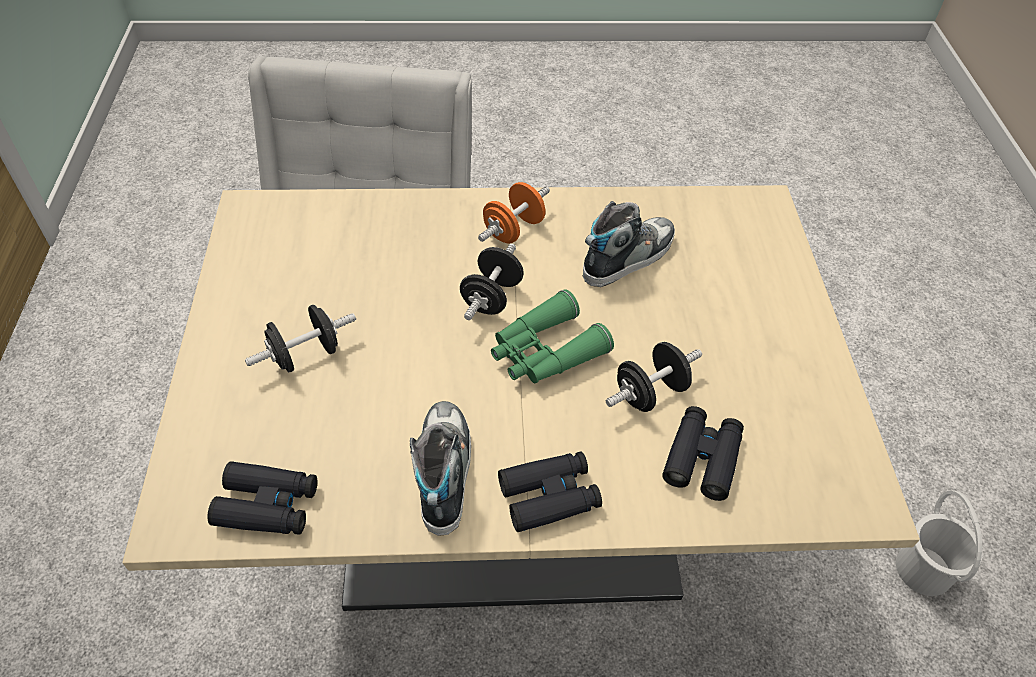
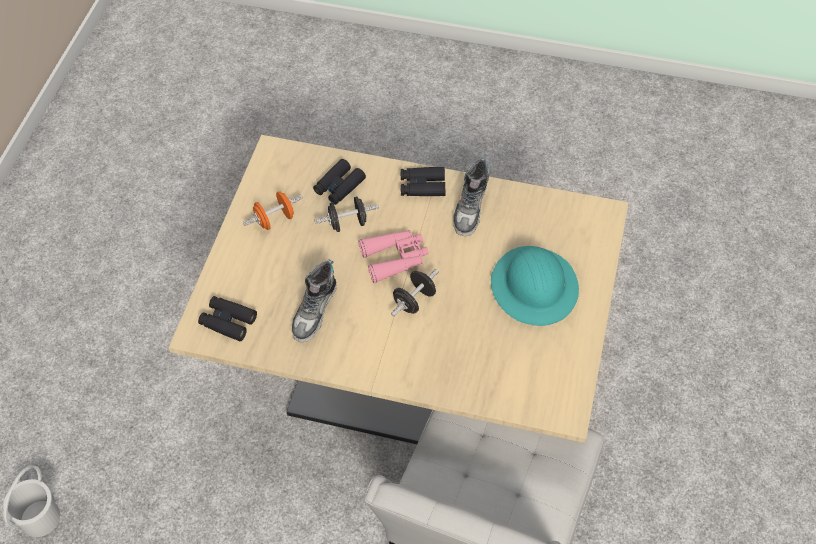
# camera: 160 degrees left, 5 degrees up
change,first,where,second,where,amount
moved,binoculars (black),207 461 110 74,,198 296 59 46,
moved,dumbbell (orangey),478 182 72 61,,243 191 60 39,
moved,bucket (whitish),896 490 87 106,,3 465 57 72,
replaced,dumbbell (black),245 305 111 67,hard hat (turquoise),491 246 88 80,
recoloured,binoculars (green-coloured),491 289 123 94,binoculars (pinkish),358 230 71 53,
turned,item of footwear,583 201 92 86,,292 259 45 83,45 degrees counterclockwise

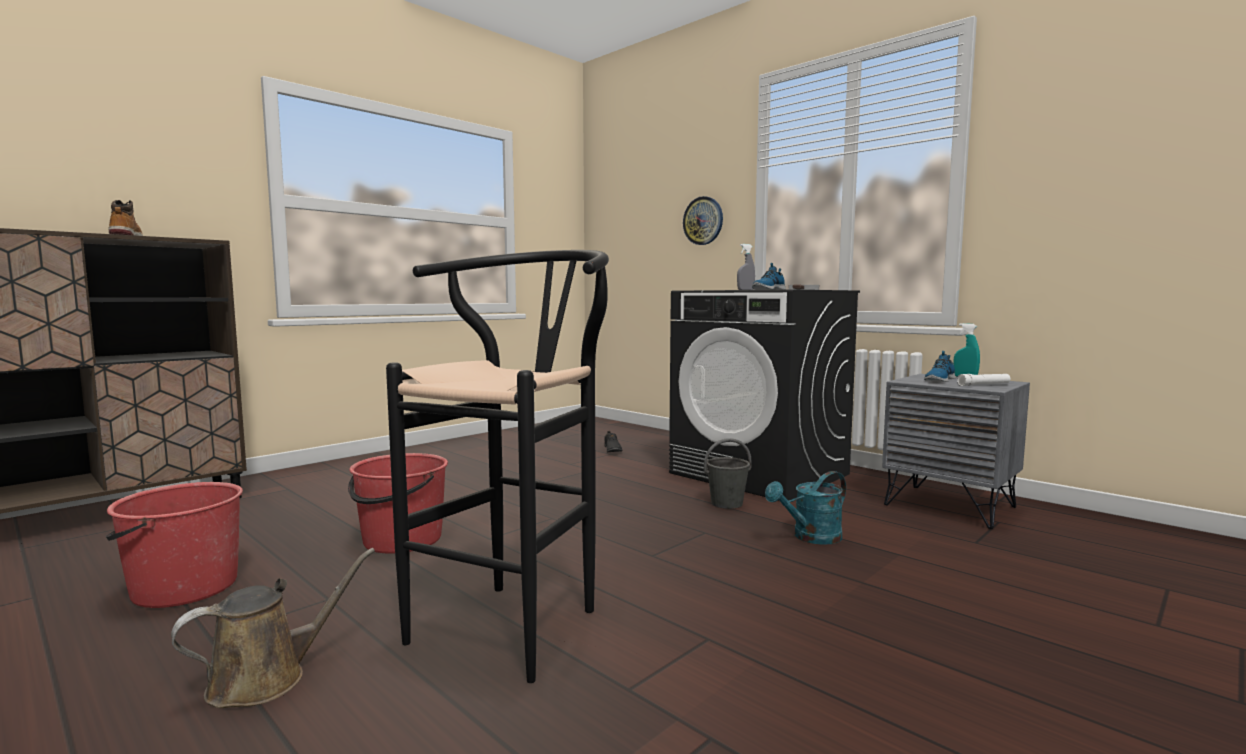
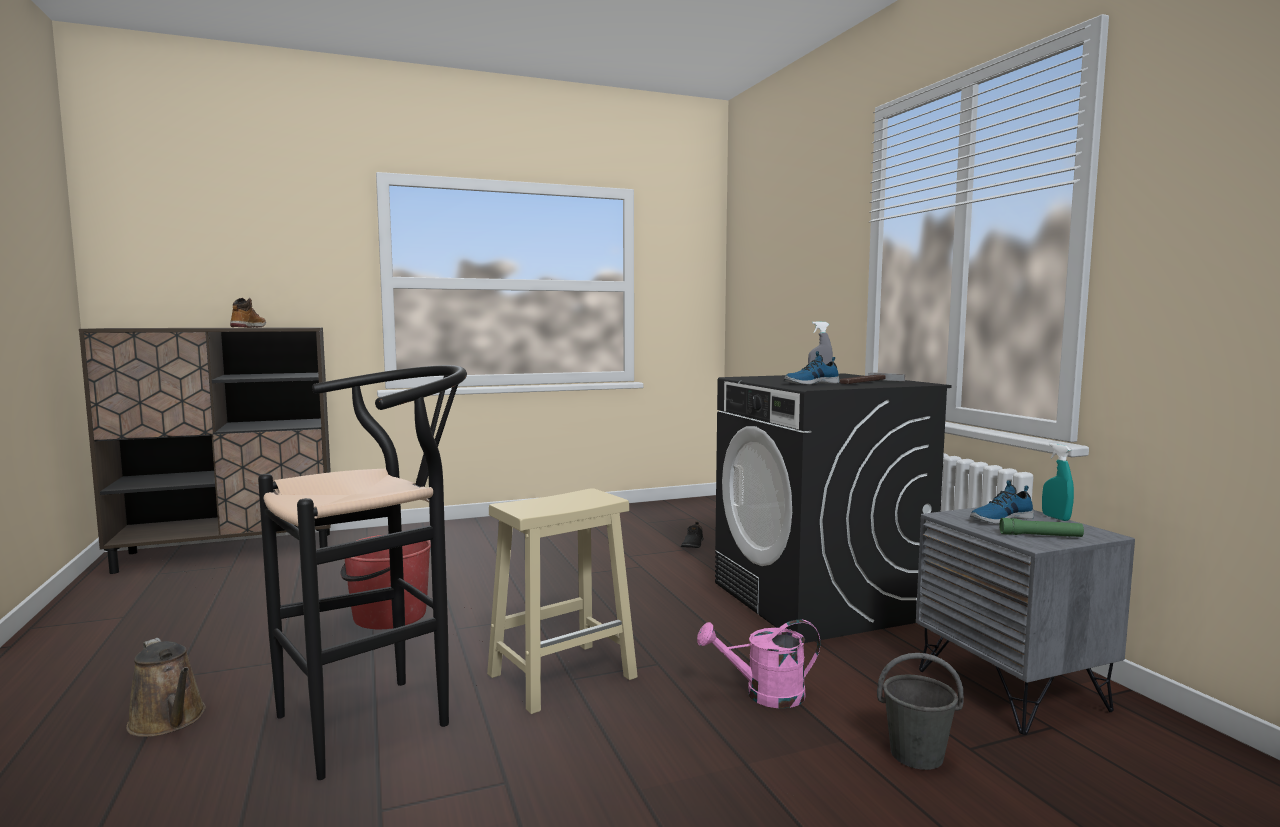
# camera: 25 degrees right, 0 degrees up
change,first,where,second,where,amount
removed,bucket (red),106 482 137 126,,,
removed,clock on the wall,683 196 40 49,,,
added,,,sitting stool (beige-coloured),487 488 151 226,
moved,bucket (grey),704 438 48 71,,877 653 87 117,
recoloured,watering pot (turquoise),765 471 81 74,watering pot (pinkish),697 619 123 89,
recoloured,hand torch (whitish),957 374 53 12,hand torch (green-coloured),999 518 85 19,
turned,watering pot (brown-coloured),171 548 204 160,,126 638 80 99,60 degrees clockwise

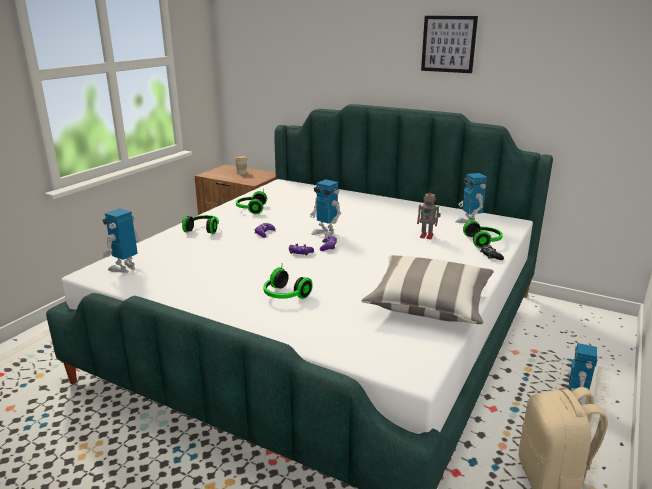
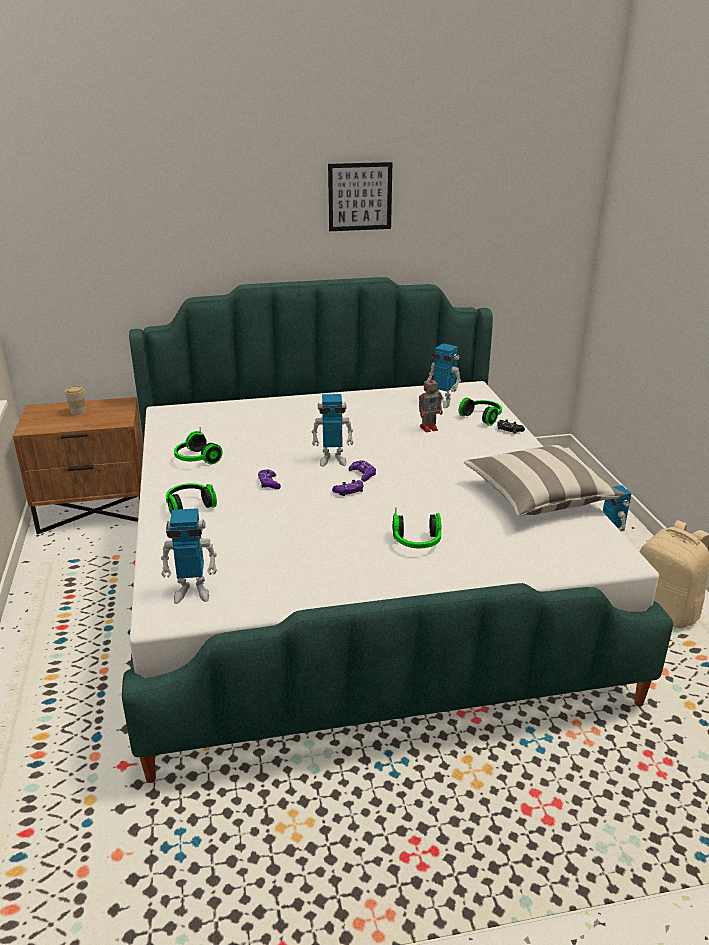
# camera: 40 degrees left, 5 degrees up
change,first,where,second,where,amount
turned,robot figure,103 208 37 65,,161 508 56 96,90 degrees counterclockwise

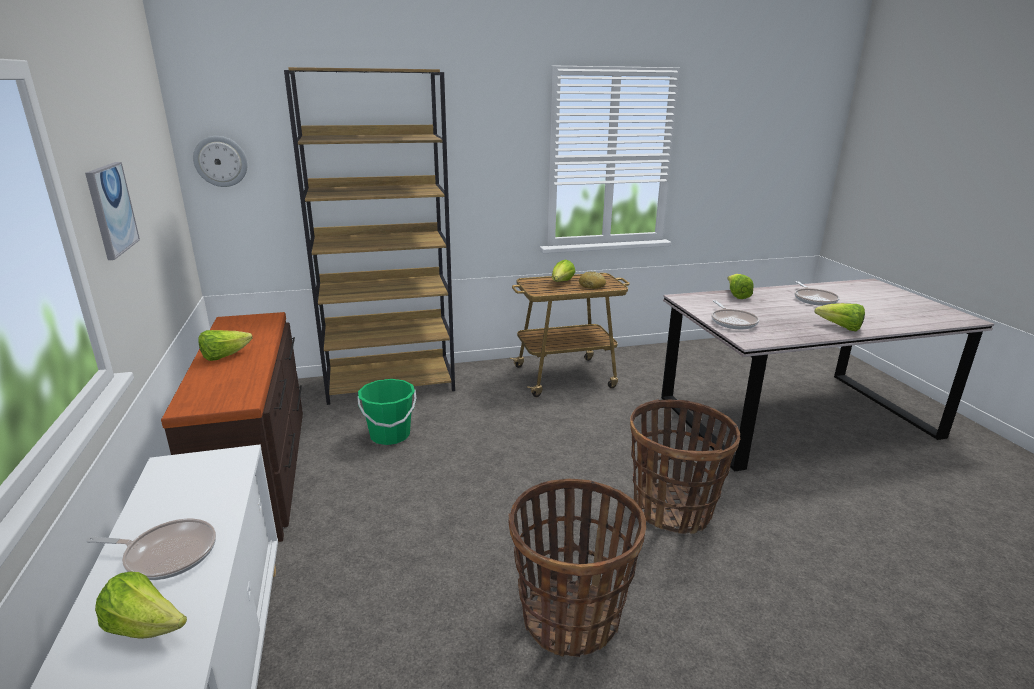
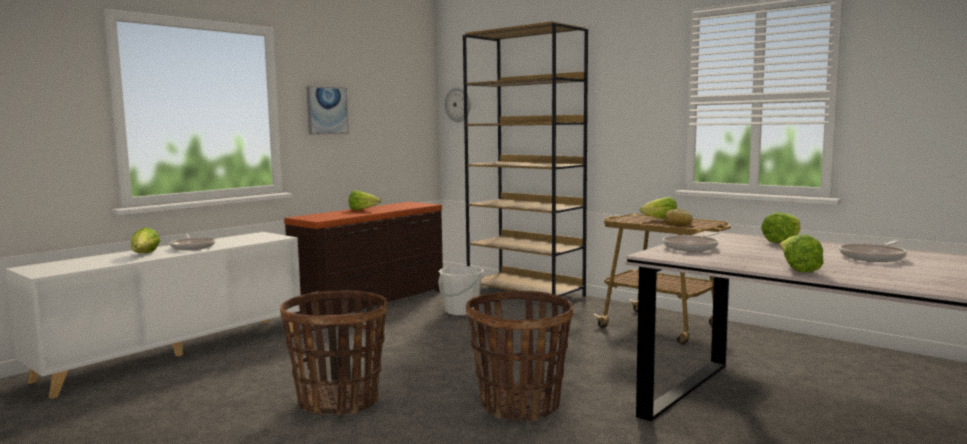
# camera: 55 degrees right, 15 degrees down
change,first,where,second,where,amount
recoloured,bucket (green-coloured),357 379 59 66,bucket (whitish),438 266 46 50,

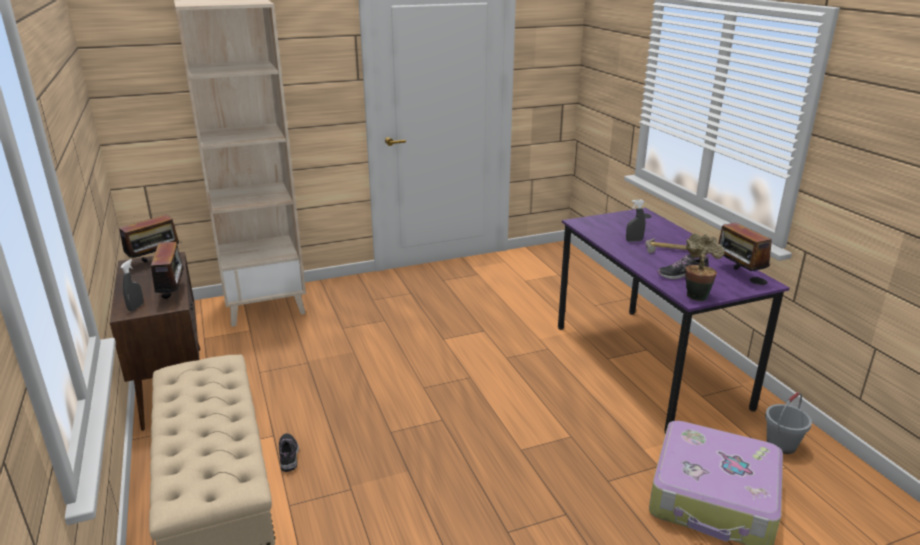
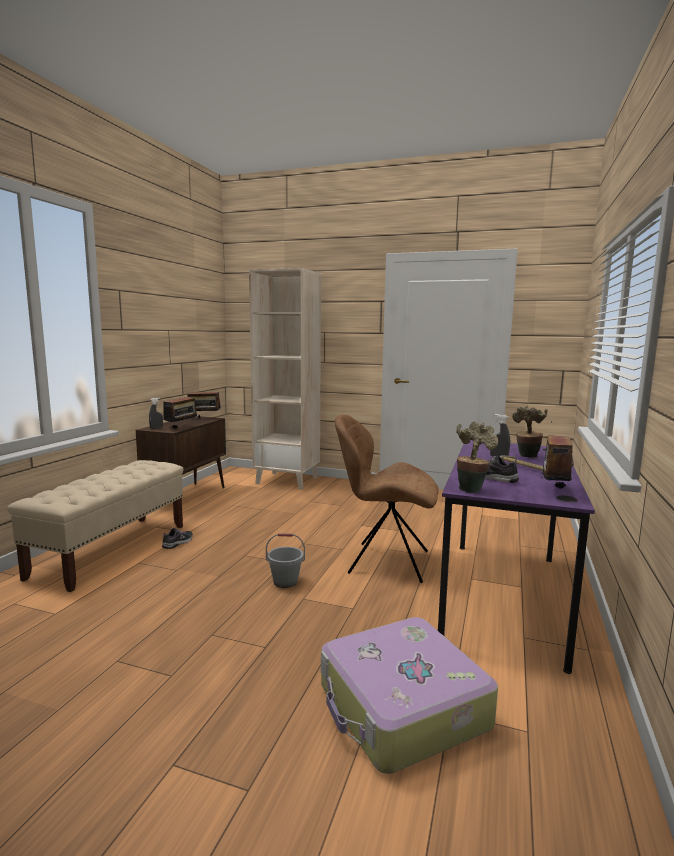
# camera: 40 degrees right, 15 degrees down
change,first,where,second,where,amount
added,,,chair (brown-coloured),335 415 104 168,
added,,,potted plant,512 405 36 53,
moved,bucket (grey),765 392 47 62,,266 534 39 54,

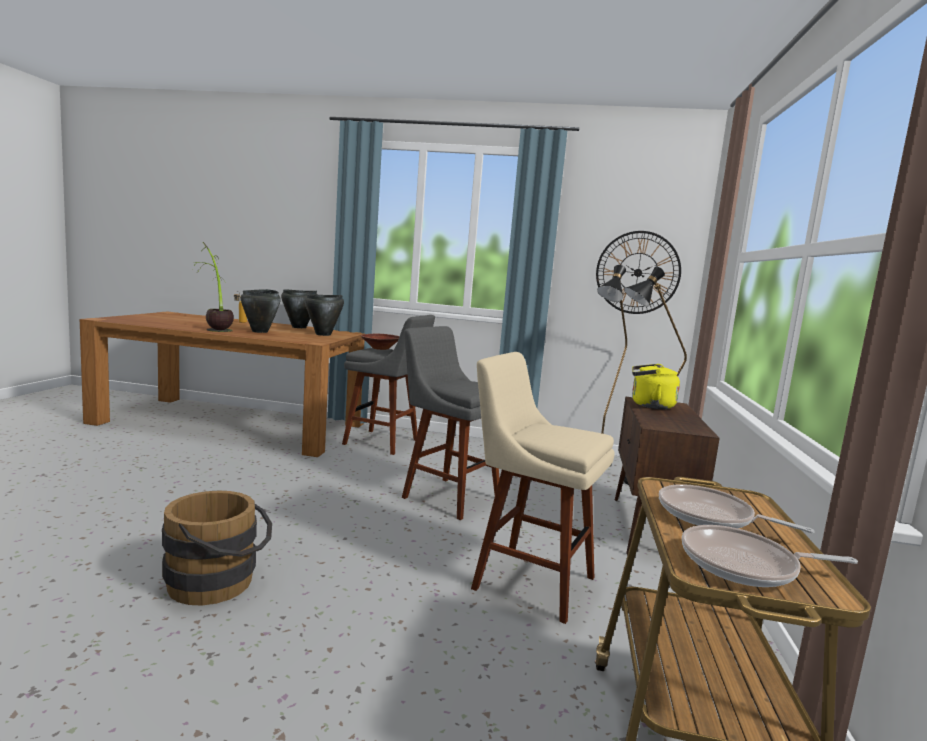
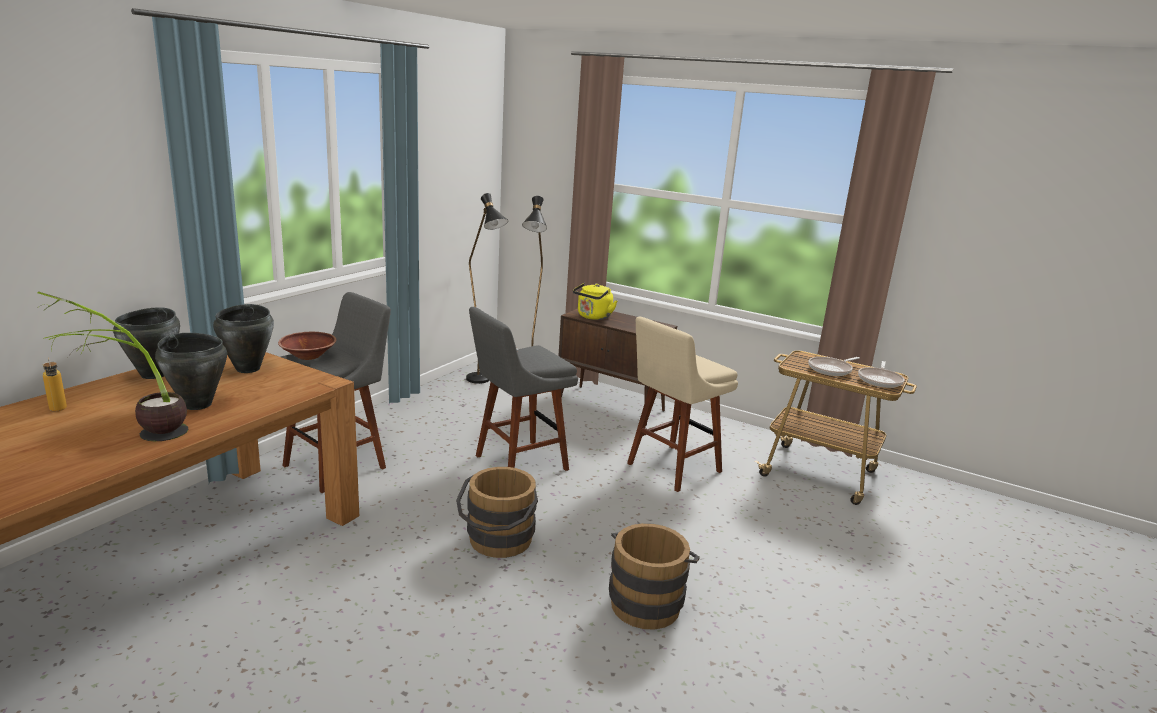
# camera: 70 degrees left, 10 degrees up
change,first,where,second,where,amount
removed,clock on the wall,596 231 85 83,,,
added,,,bucket (brown-coloured),456 467 82 91,

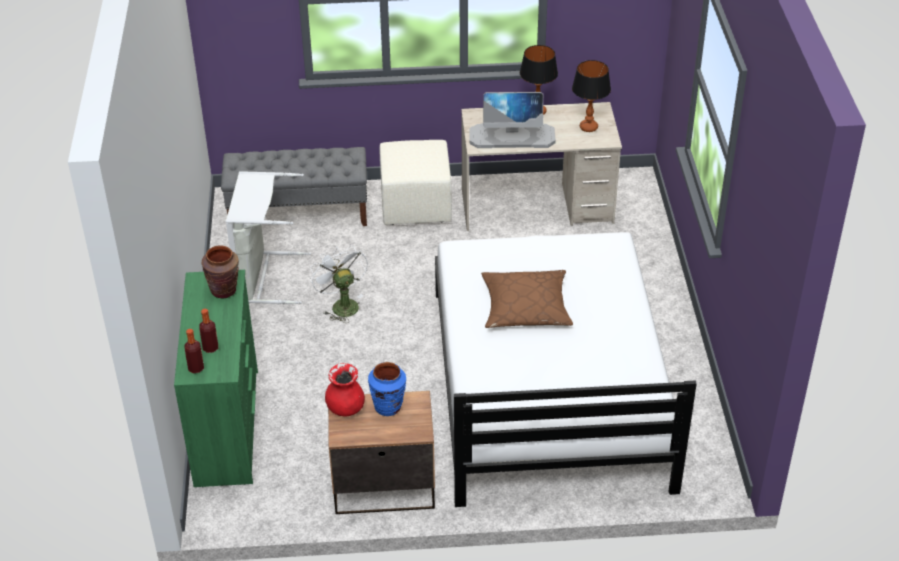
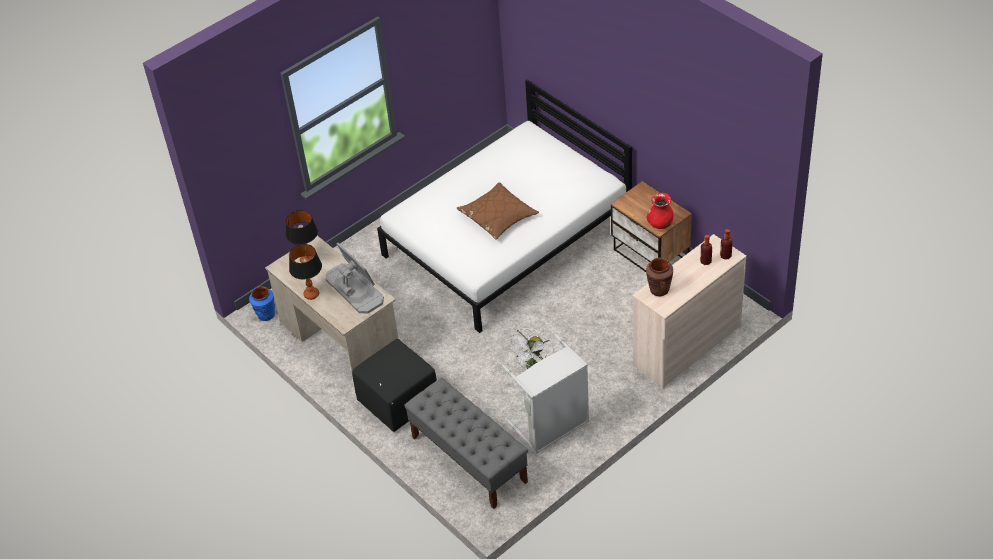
# camera: 125 degrees left, 5 degrees up
change,first,where,second,where,amount
moved,vase (blue),368 362 38 54,,249 286 26 35,
recoloured,drawer chest (green-coloured),174 270 84 217,drawer chest (beige-coloured),632 234 115 155,
recoloured,footrest (beige-coloured),380 140 72 85,footrest (black),352 339 85 93,

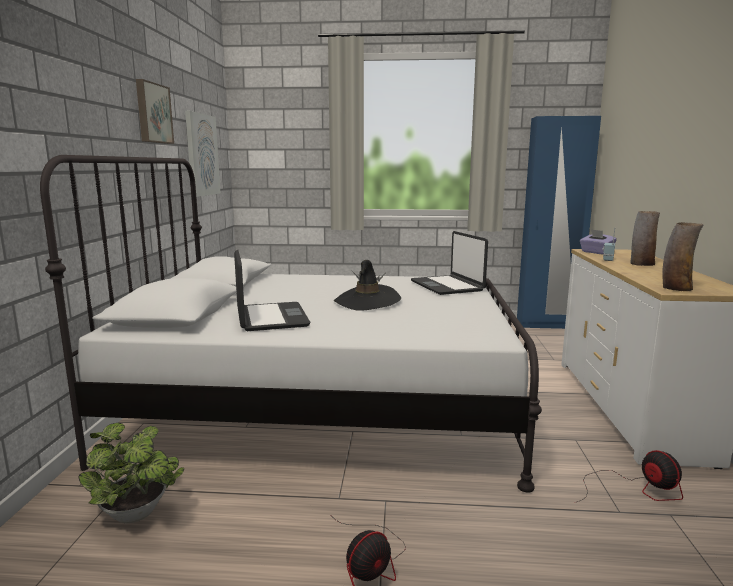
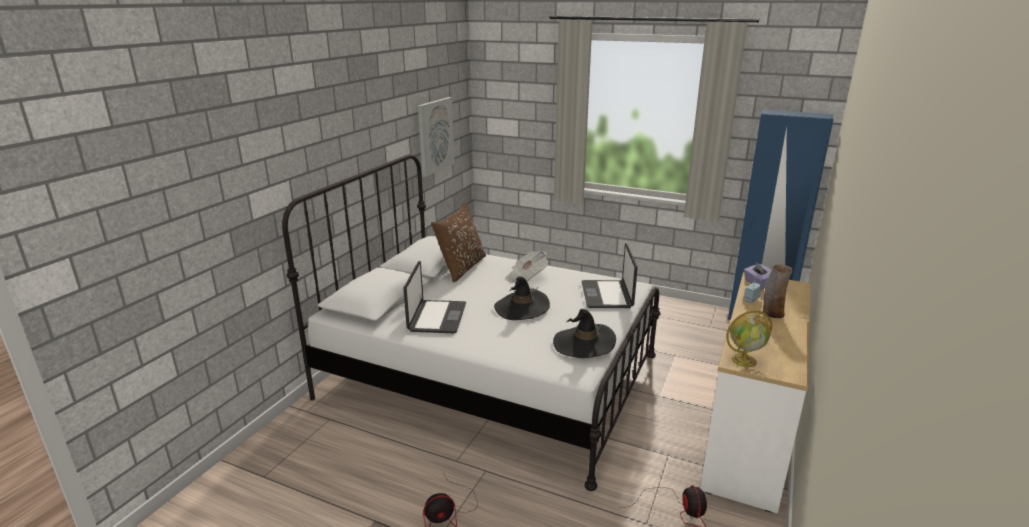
# camera: 20 degrees right, 10 degrees up
change,first,where,second,where,amount
removed,potted plant,78 423 106 100,,,
removed,wall art,136 79 38 65,,,
added,,,pillow (brown-coloured),431 202 55 80,
added,,,printed paper,505 251 43 32,
added,,,clothing hat (black),553 309 63 49,
replaced,vase,662 222 42 69,globe,726 310 46 57,

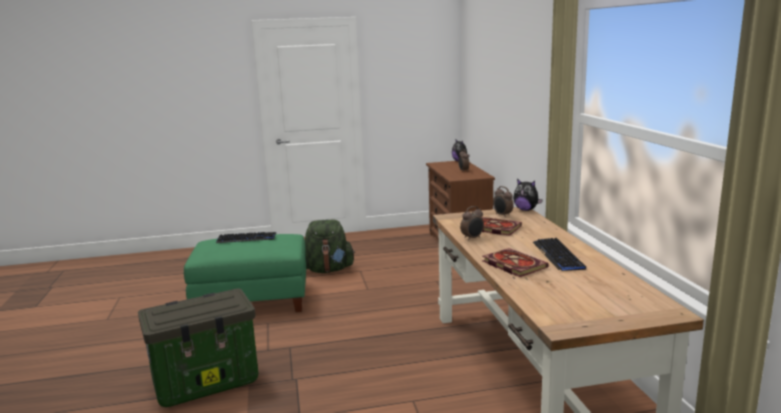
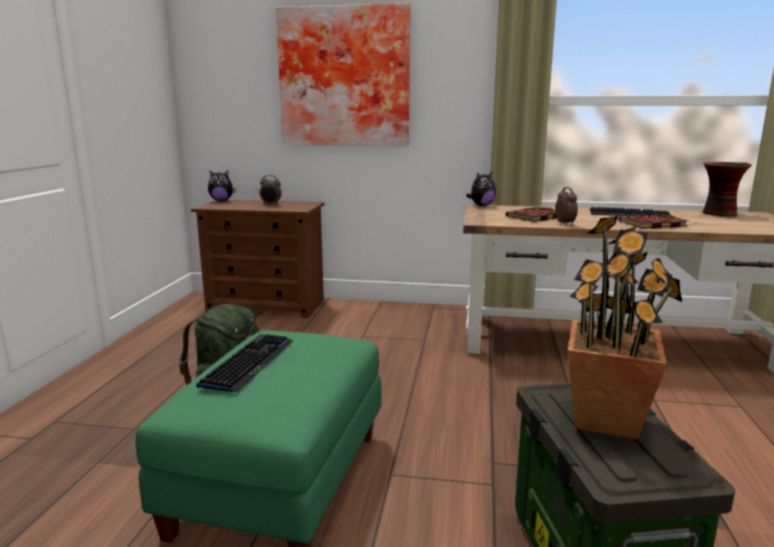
# camera: 70 degrees left, 0 degrees up
change,first,where,second,where,amount
removed,bedside clock,493 186 21 31,,,
added,,,wall art,276 3 134 143,
added,,,potted plant,568 216 114 224,
added,,,vase,702 162 50 55,

